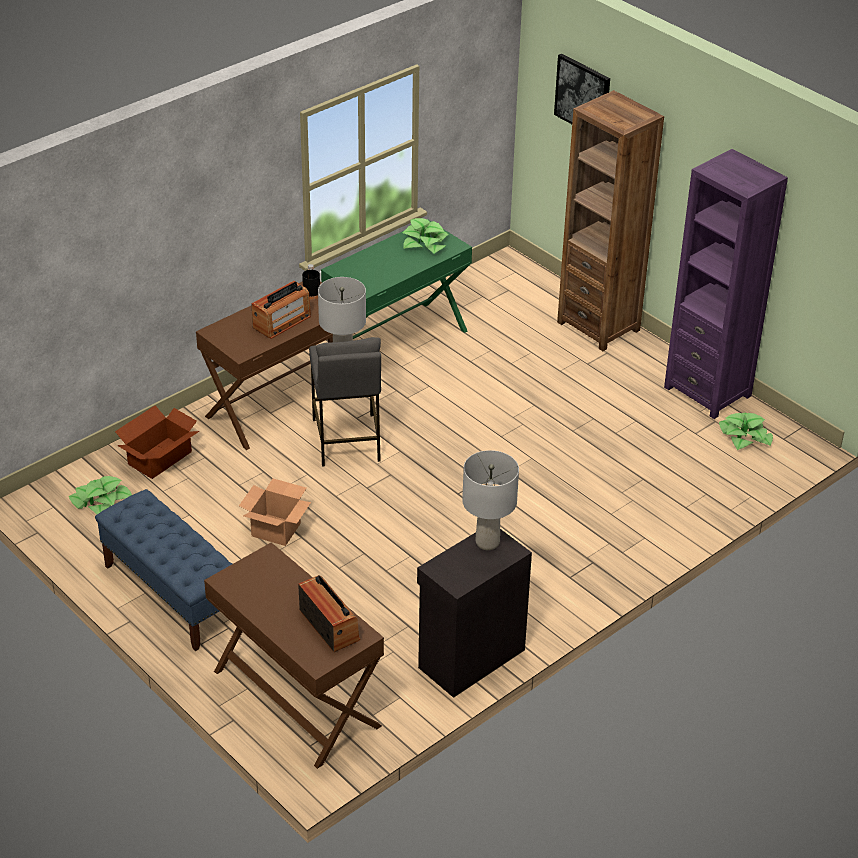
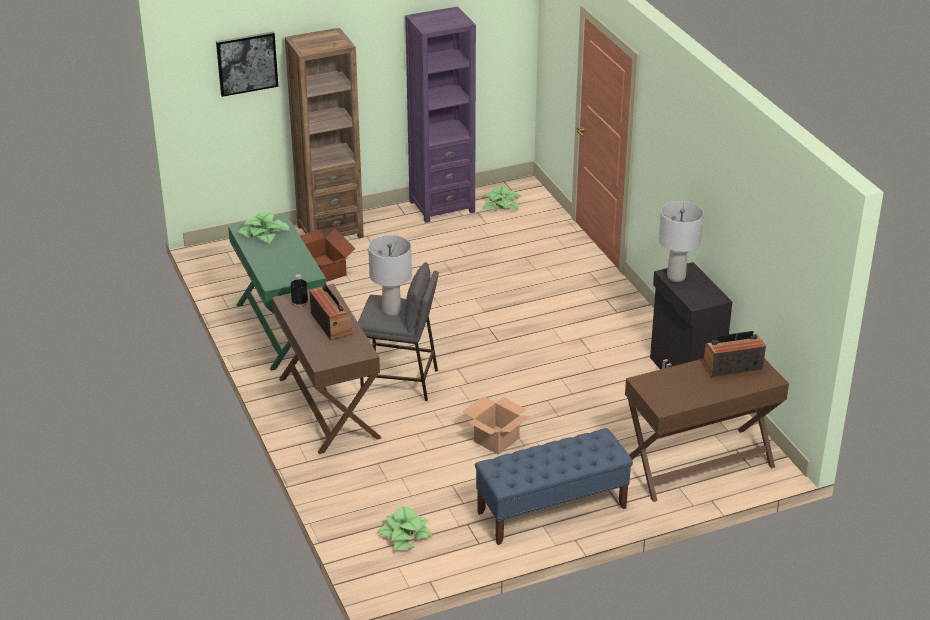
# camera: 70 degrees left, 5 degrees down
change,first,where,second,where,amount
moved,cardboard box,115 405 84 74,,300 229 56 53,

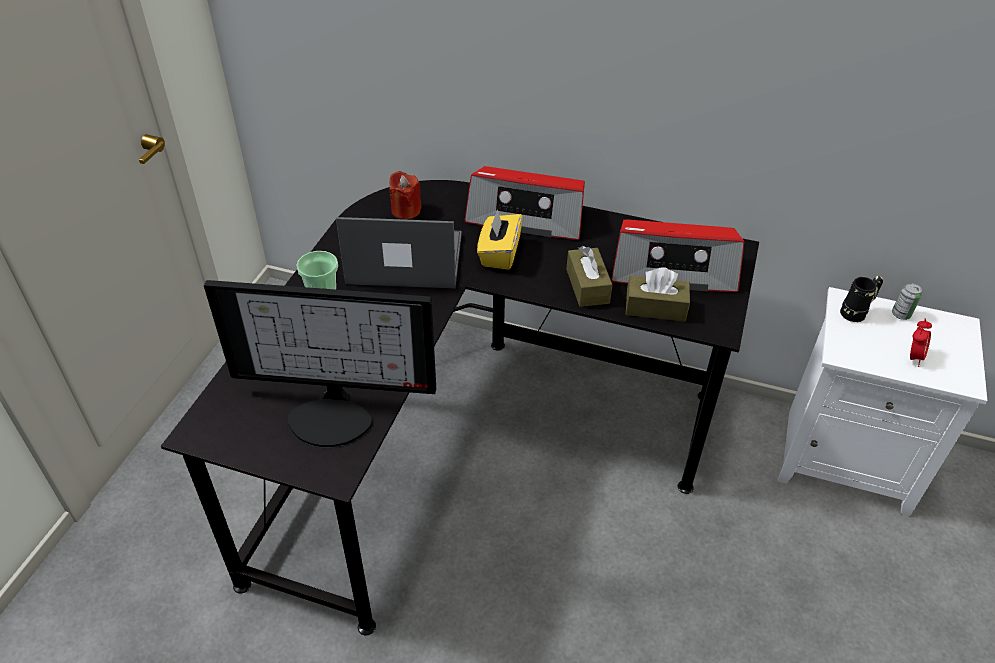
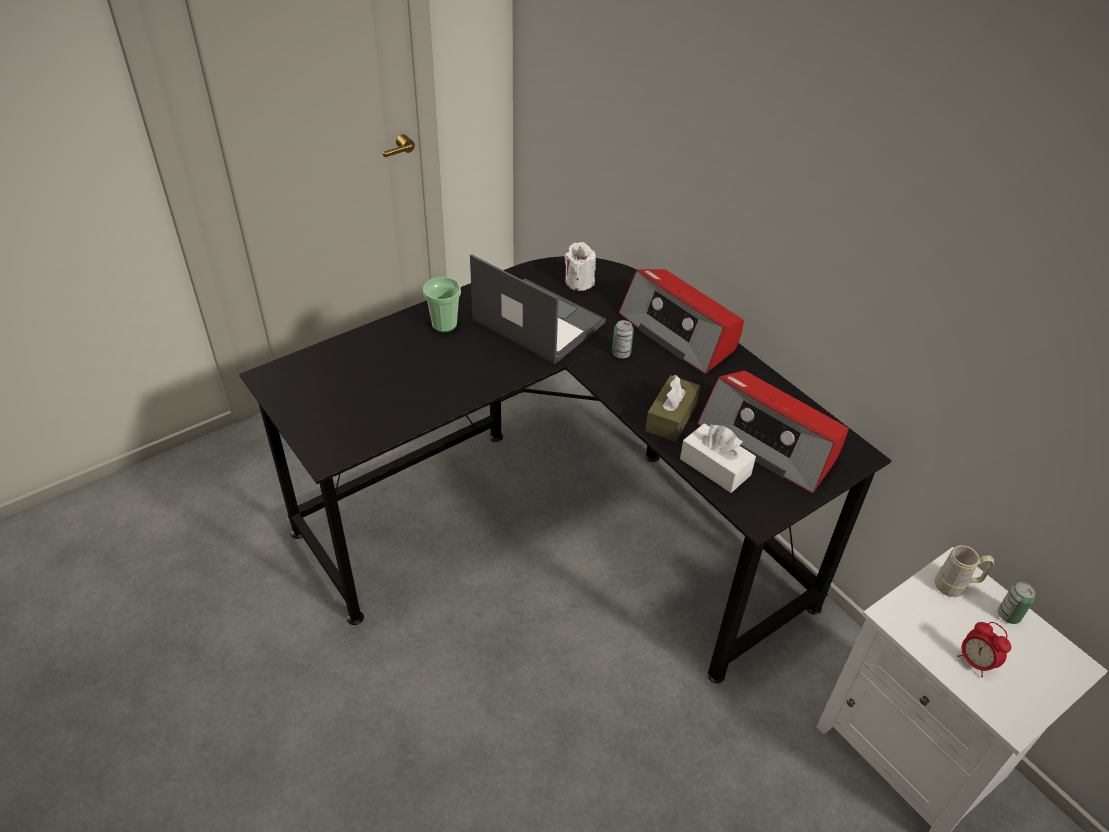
# camera: 35 degrees right, 0 degrees up
change,first,where,second,where,amount
removed,computer screen,204 280 232 167,,,
replaced,box of tissues (yellow-coloured),477 209 46 61,metal can,612 320 22 38,
recoloured,wax light (red),389 171 32 48,wax light (whitish),564 242 32 49,
recoloured,box of tissues (brown-coloured),626 267 64 55,box of tissues (whitish),680 423 76 70,
recoloured,mug (black),840 276 43 46,mug (beige-coloured),935 545 59 52,
turned,bedside clock,910 318 22 49,,958 622 53 55,75 degrees clockwise

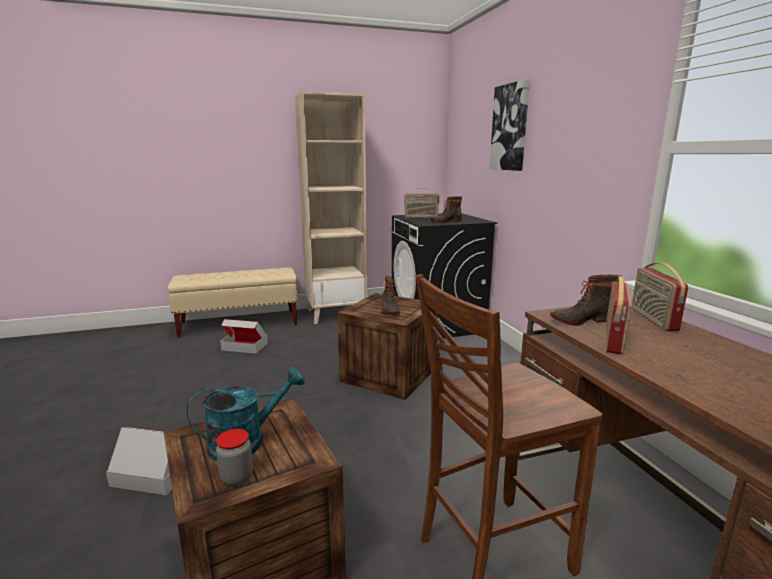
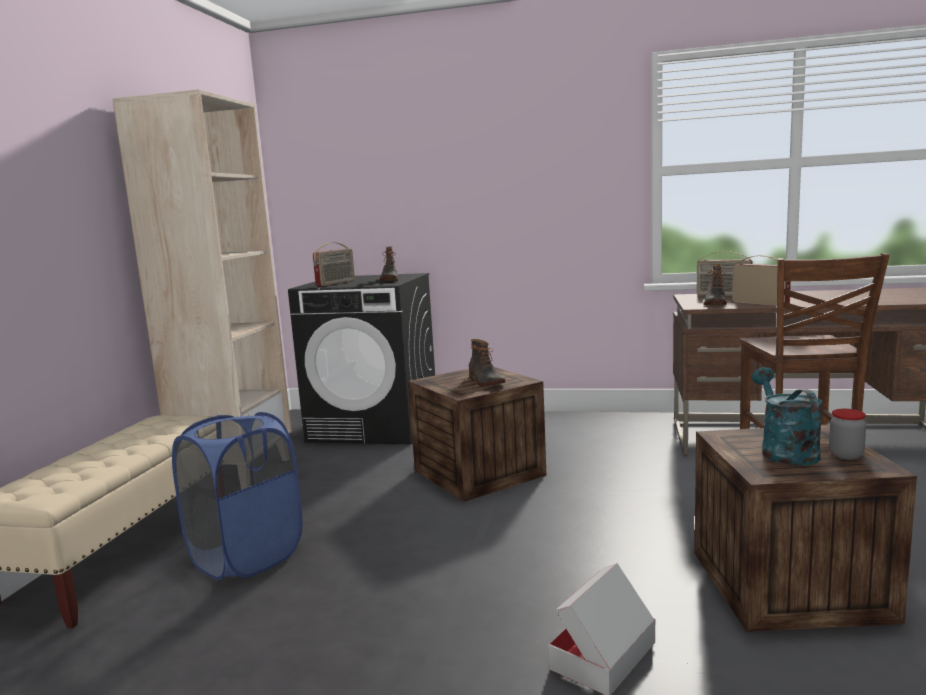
# camera: 60 degrees left, 5 degrees down
change,first,where,second,where,amount
removed,wall art,490 79 40 92,,,
replaced,cardboard box,220 319 48 35,laundry basket (blue),172 412 131 168,
turned,tall boot,381 276 19 39,,469 339 36 47,45 degrees clockwise

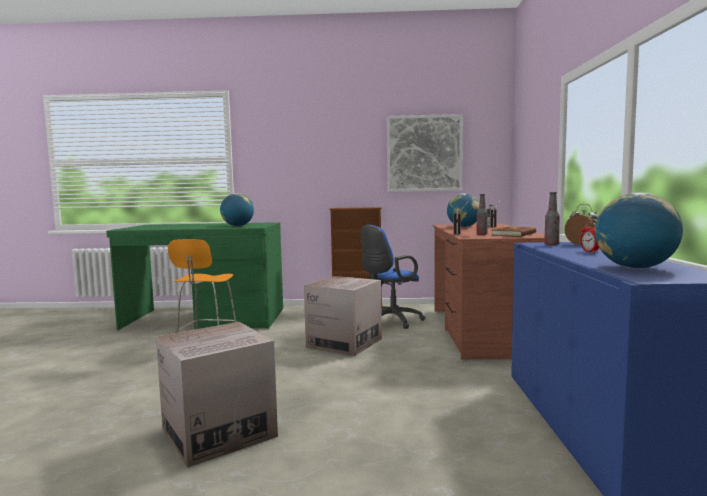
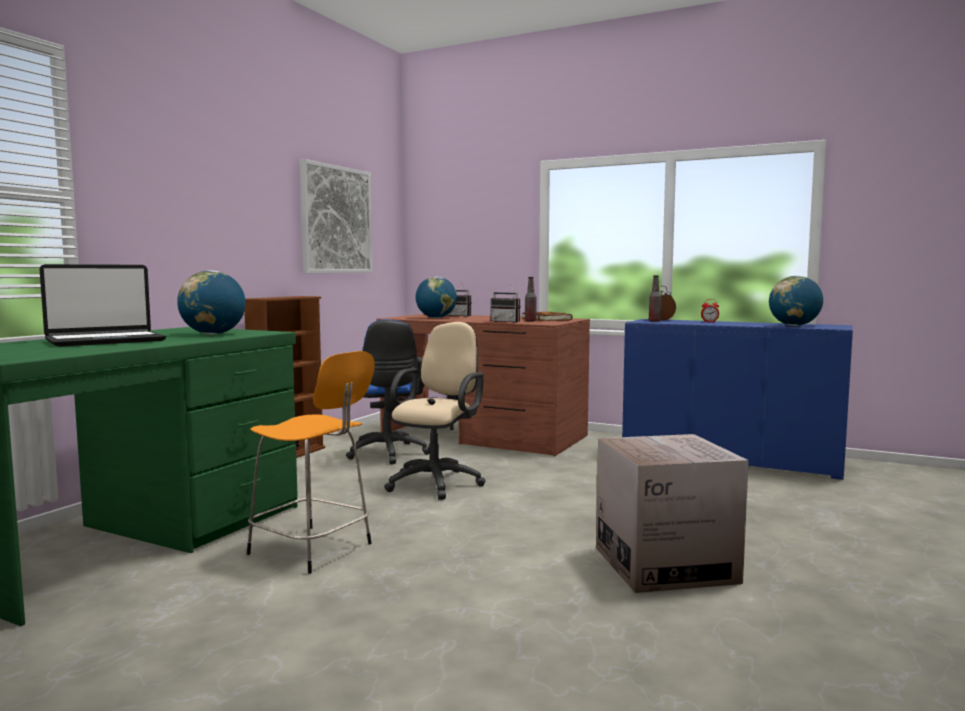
# camera: 65 degrees left, 0 degrees up
change,first,where,second,where,amount
added,,,portable computer,39 264 127 83,
replaced,cardboard box,304 276 78 80,desk chair (beige-coloured),384 322 102 178,

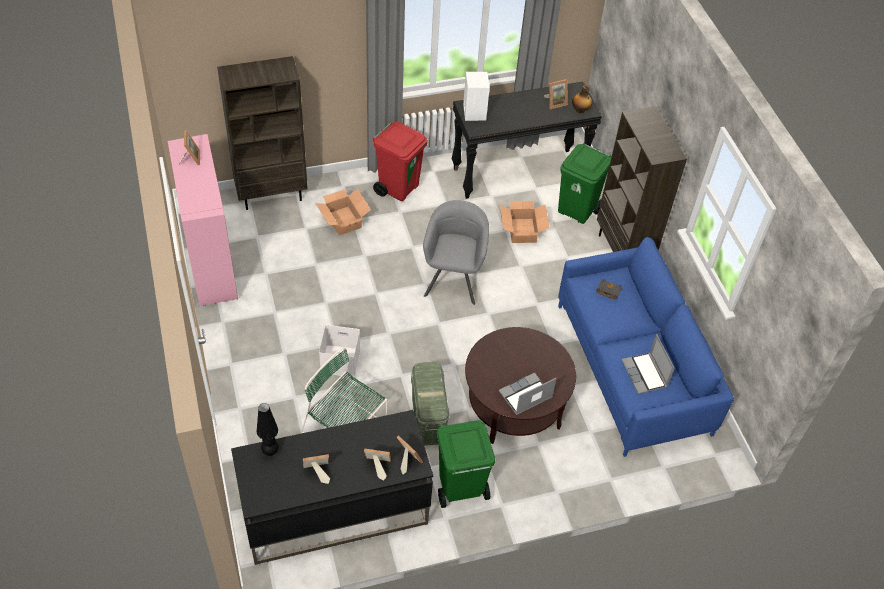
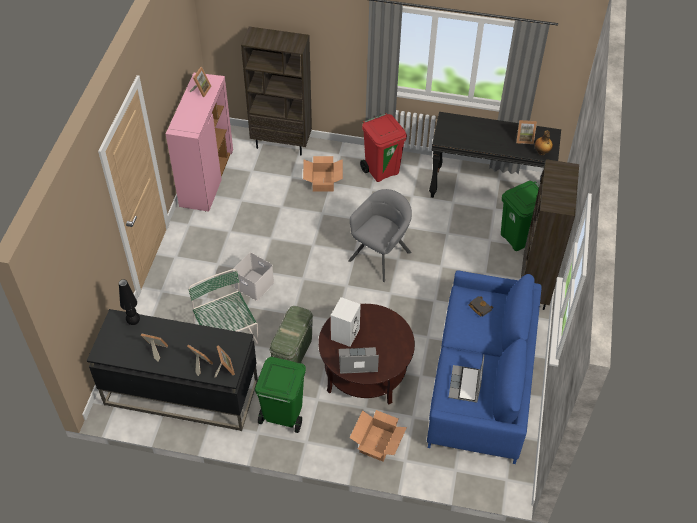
# camera: 30 degrees right, 0 degrees up
change,first,where,second,where,amount
moved,audio speaker (whitish),463 72 27 49,,331 297 30 50,
moved,cardboard box,500 201 49 42,,349 410 58 51,

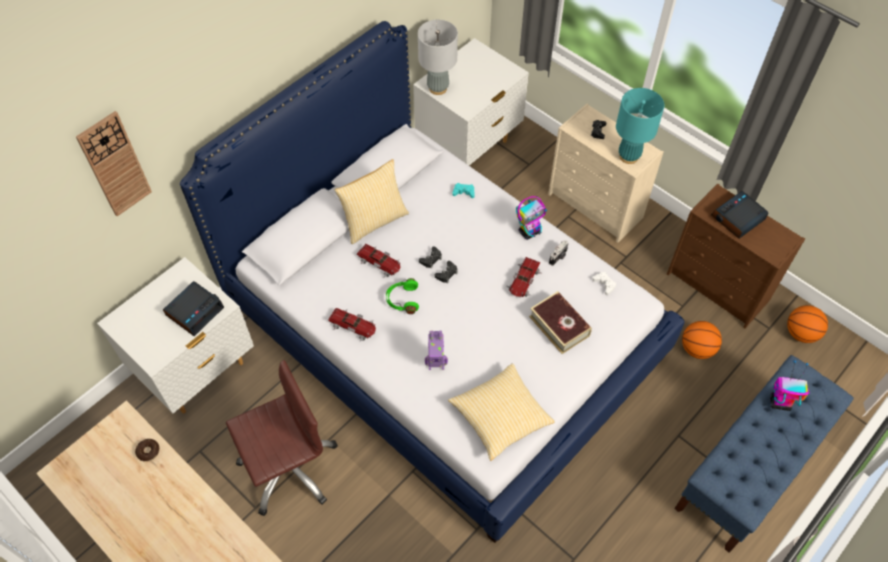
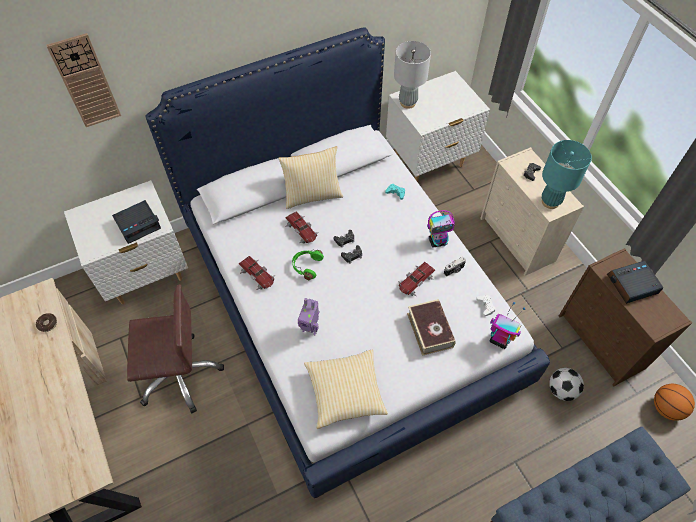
# camera: 20 degrees right, 0 degrees up
change,first,where,second,where,amount
moved,robot figure,771 360 39 51,,490 302 35 47,
replaced,basketball,682 321 40 38,ball for football,549 368 35 33,

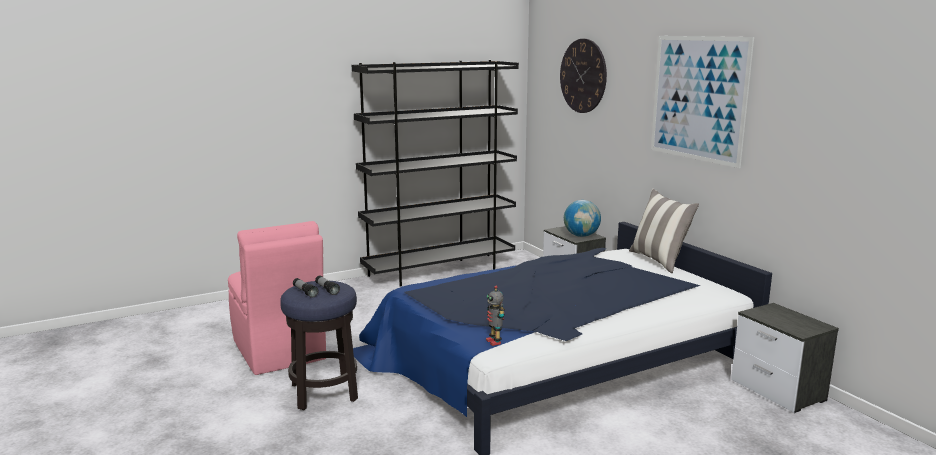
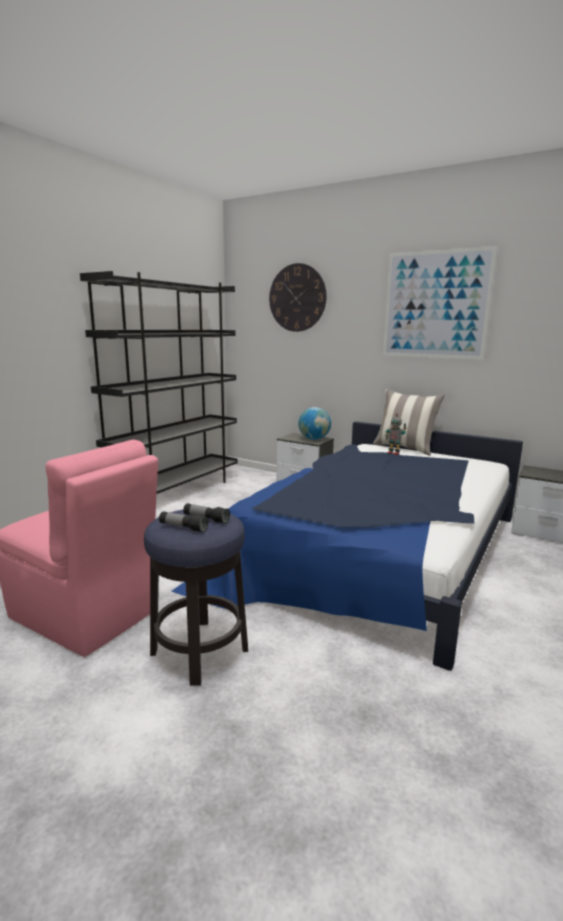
# camera: 30 degrees left, 0 degrees up
change,first,where,second,where,amount
moved,robot figure,486 286 19 60,,385 413 21 42,

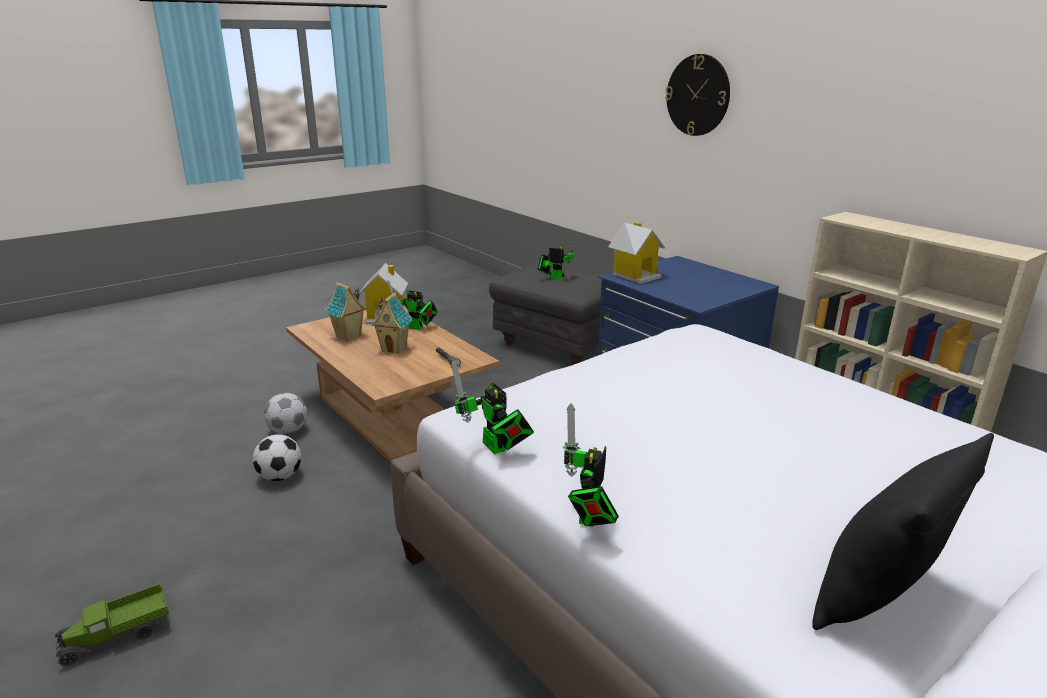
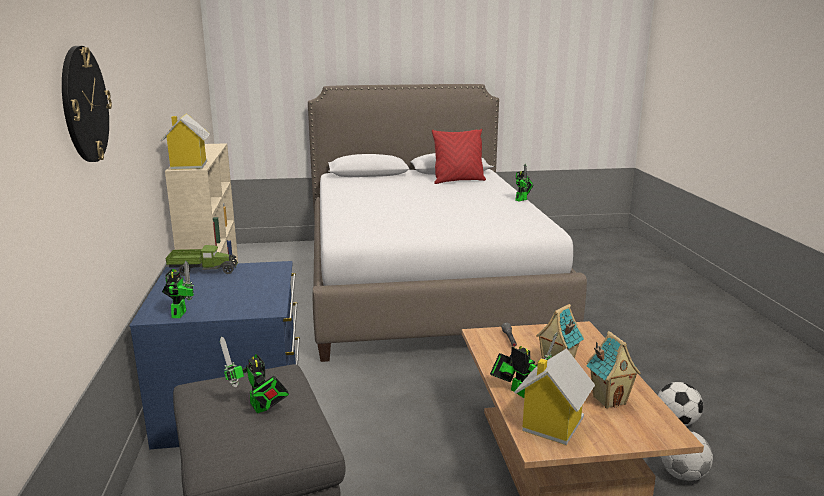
# camera: 150 degrees left, 5 degrees down
change,first,where,second,where,amount
moved,toy lorry,55 584 114 82,,166 245 71 31,
moved,robot figure,451 361 83 93,,162 261 32 57,
moved,toy house,608 222 57 62,,160 113 50 57,
recoloured,pillow (black),812 433 182 197,pillow (red),432 129 54 55,

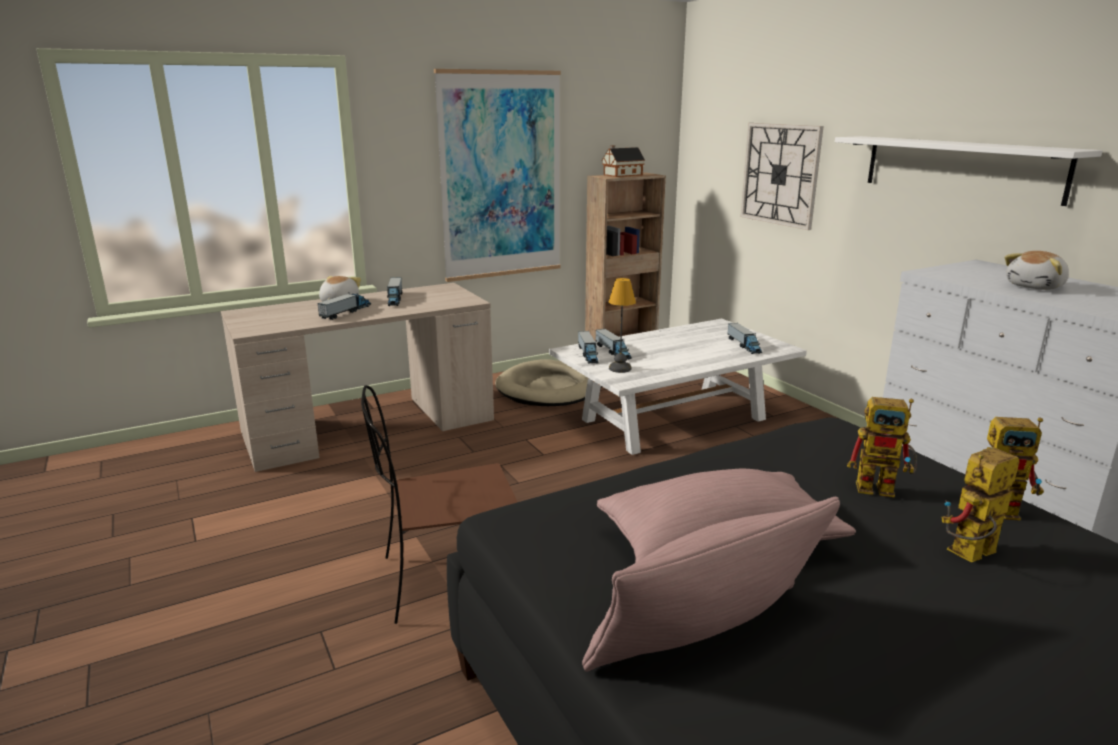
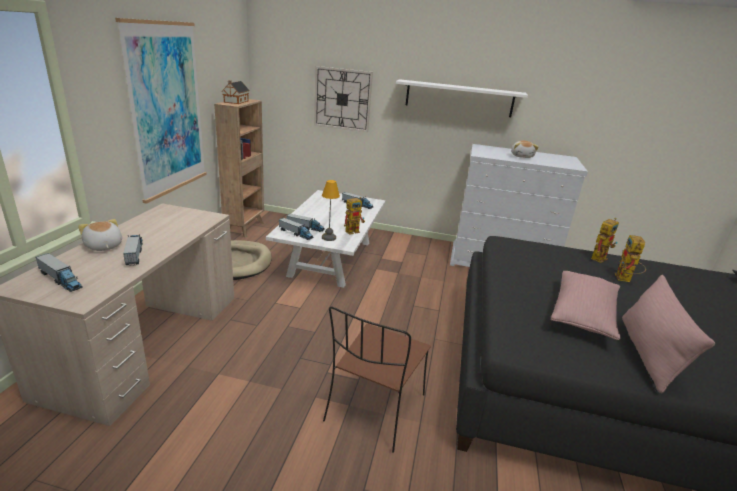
# camera: 50 degrees left, 5 degrees up
change,first,where,second,where,amount
moved,toy lorry,387 277 15 29,,36 253 47 39,
moved,robot figure,847 397 70 101,,344 197 21 38,

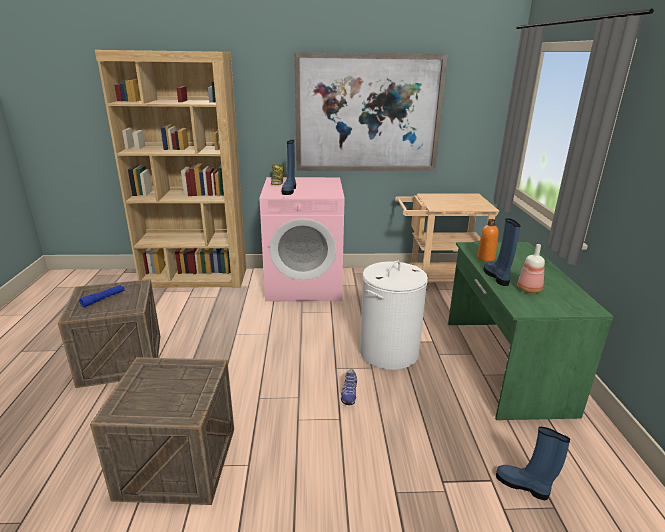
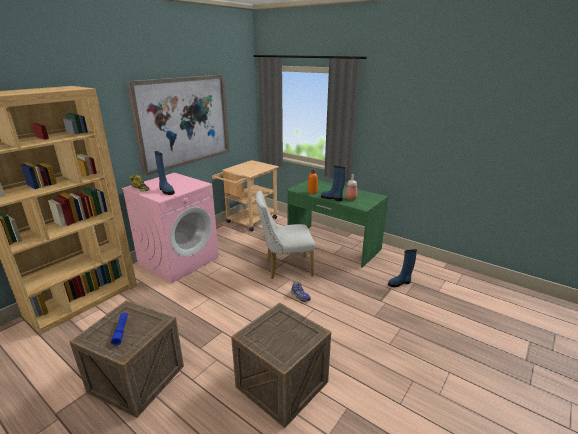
# camera: 50 degrees left, 0 degrees up
change,first,where,second,where,amount
replaced,laundry basket (whitish),360 261 68 109,chair (whitish),255 191 60 88,

